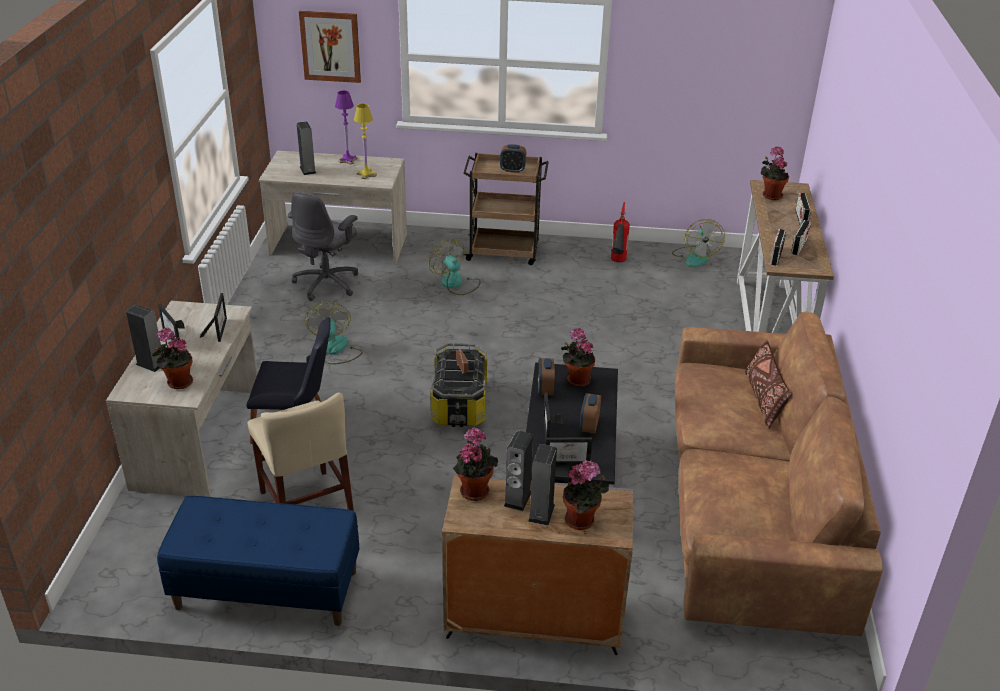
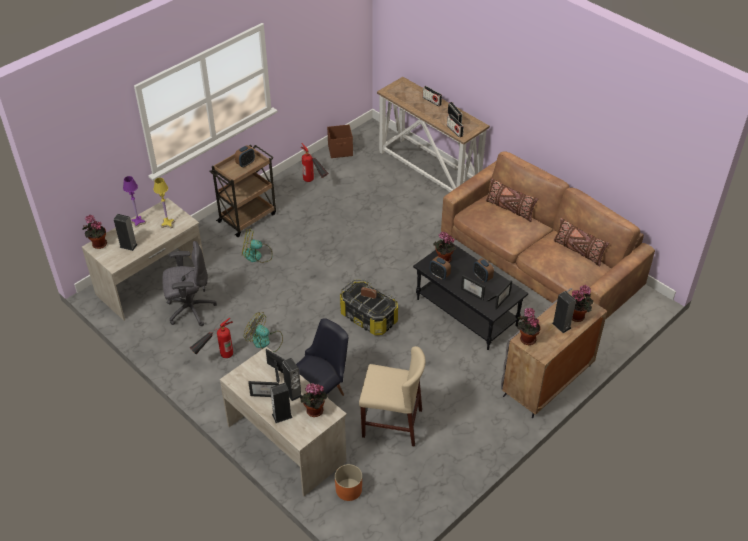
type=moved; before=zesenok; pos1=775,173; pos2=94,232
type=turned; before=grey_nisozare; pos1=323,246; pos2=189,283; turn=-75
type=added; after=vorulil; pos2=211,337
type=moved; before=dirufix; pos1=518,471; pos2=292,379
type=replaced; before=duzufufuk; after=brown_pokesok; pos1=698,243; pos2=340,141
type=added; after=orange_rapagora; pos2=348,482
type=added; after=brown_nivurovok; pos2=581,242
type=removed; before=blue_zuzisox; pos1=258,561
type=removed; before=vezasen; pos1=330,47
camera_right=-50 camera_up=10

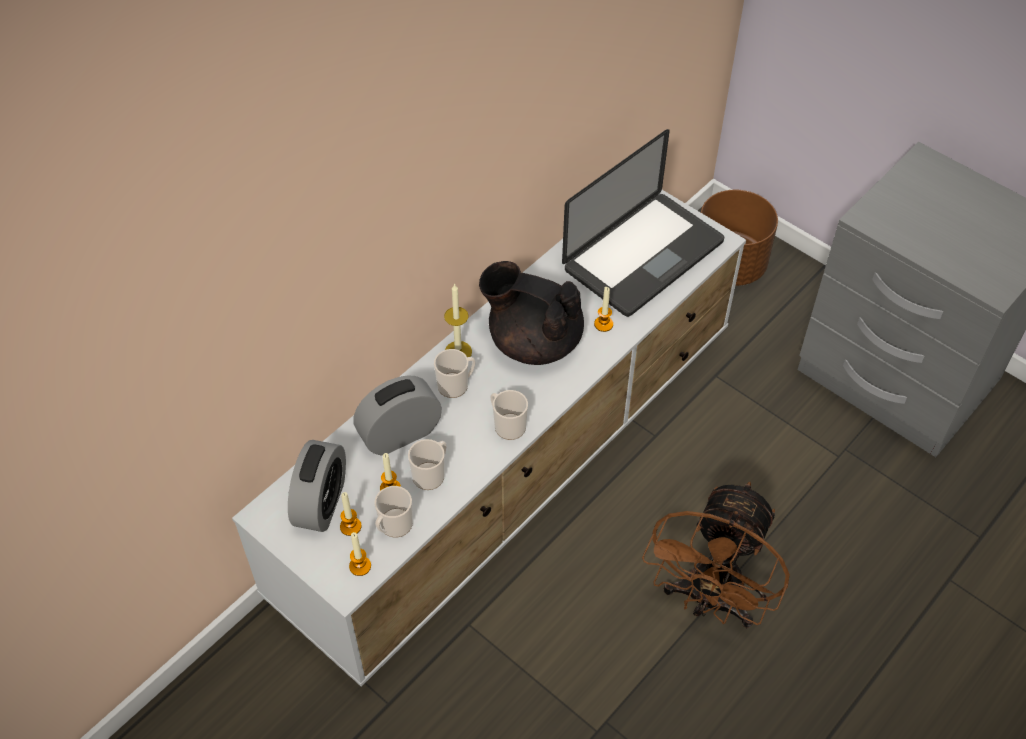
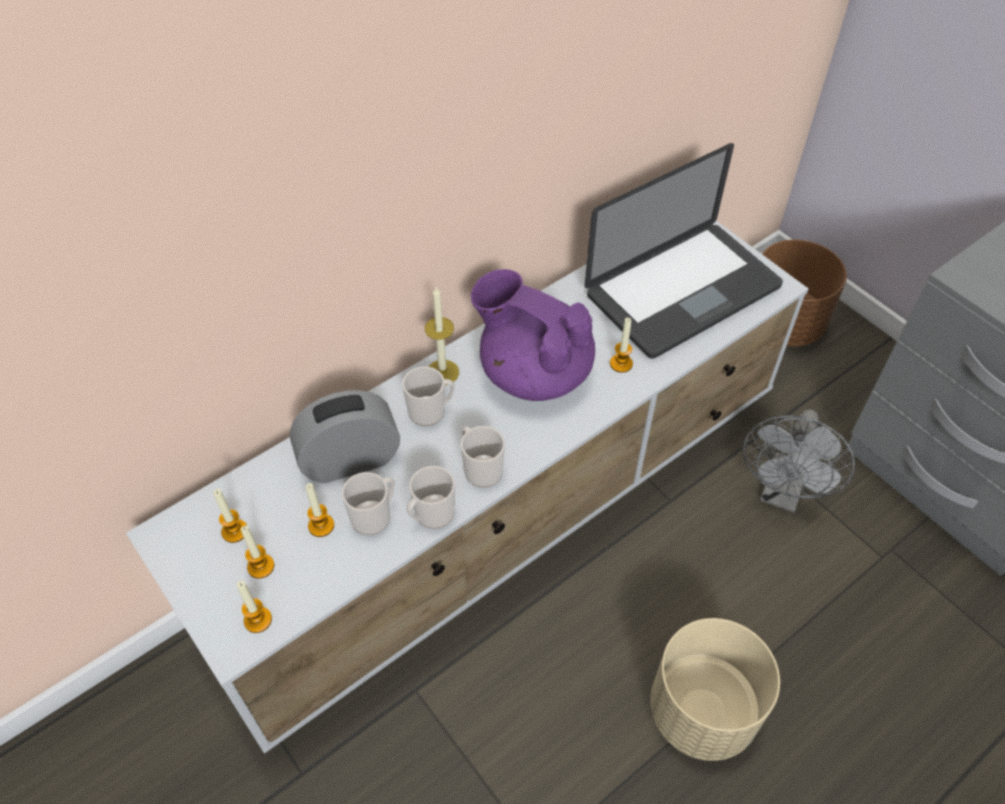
type=replaced; before=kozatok; after=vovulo; pos1=317,486; pos2=230,516
type=moved; before=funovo; pos1=394,512; pos2=431,497
type=recoloured; before=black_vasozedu; after=purple_vasozedu; pos1=531,313; pos2=533,335
type=replaced; before=brown_duzufufuk; after=beige_rapagora; pos1=716,555; pos2=715,689
type=added; after=grey_duzufufuk; pos2=799,460
camera_right=10 camera_up=0

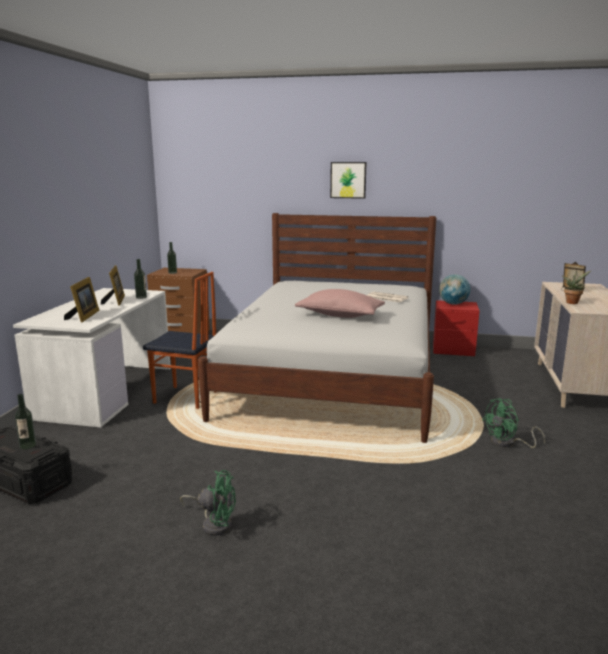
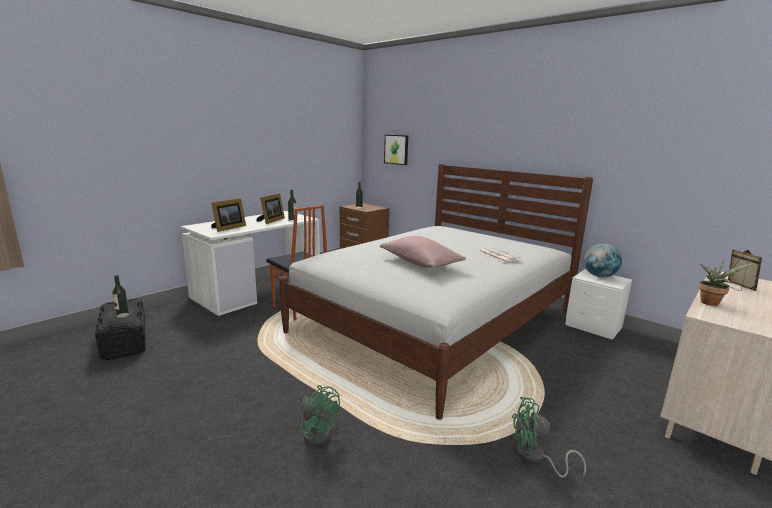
type=moved; before=green_duzufufuk; pos1=208,503; pos2=320,415
type=moved; before=vezasen; pos1=348,180; pos2=396,150
type=recoloured; before=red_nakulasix; after=white_nakulasix; pos1=456,328; pos2=598,304
camera_right=30 camera_up=0

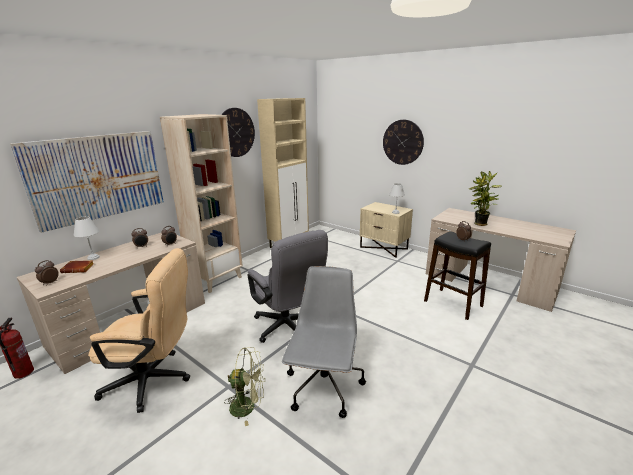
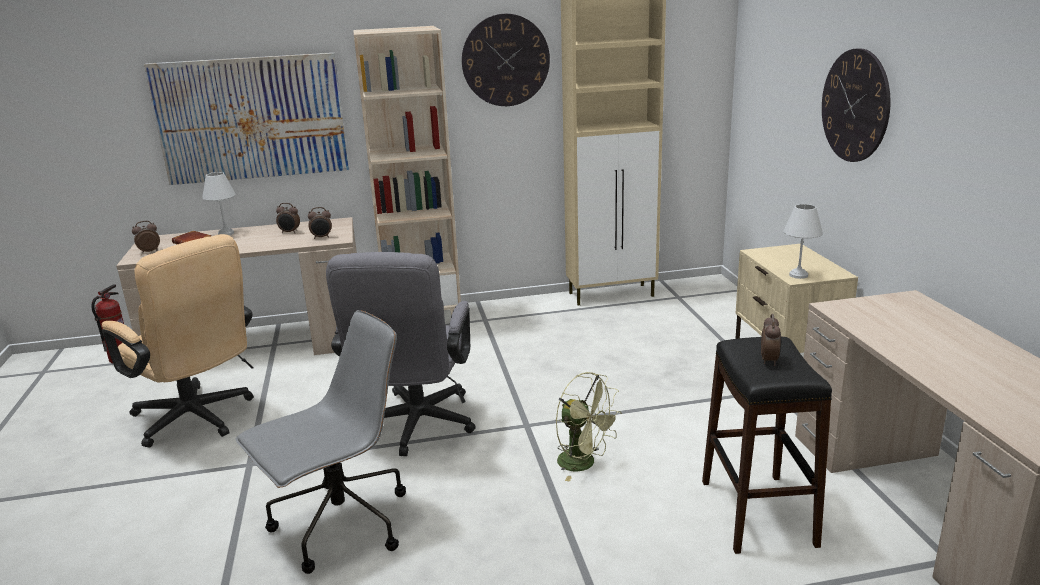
type=moved; before=green_duzufufuk; pos1=244,386; pos2=589,427
type=removed; before=zesenok; pos1=485,198
camera_right=40 camera_up=0

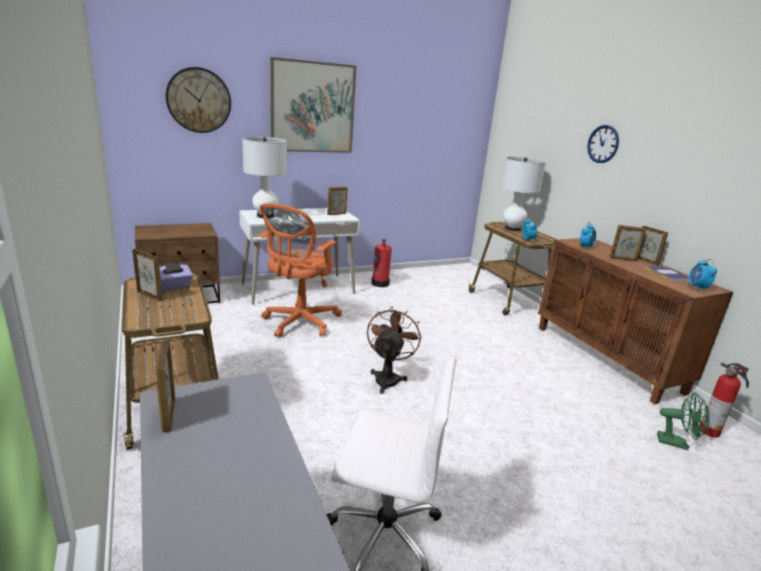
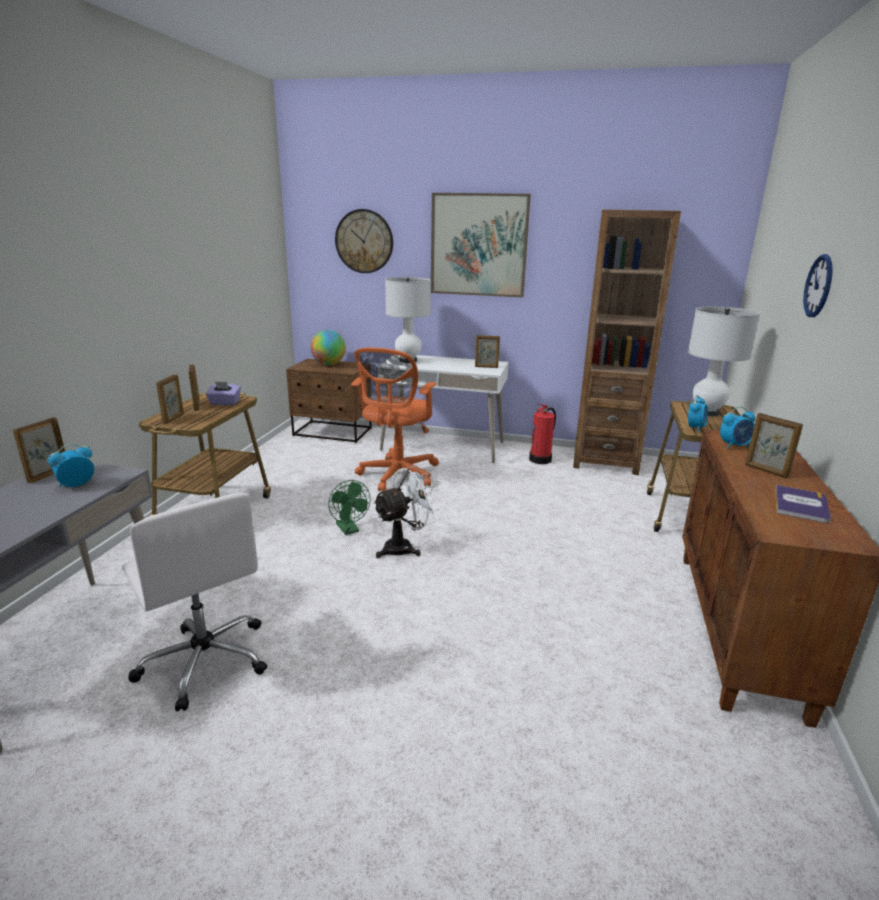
type=moved; before=kozatok; pos1=703,275; pos2=71,465
type=moved; before=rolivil; pos1=653,246; pos2=170,399
type=added; after=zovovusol; pos2=328,347
type=moved; before=green_duzufufuk; pos1=683,421; pos2=349,507
type=turned; before=orange_nisozare; pos1=300,270; pos2=395,419; turn=-45
type=recoloured; before=brown_duzufufuk; after=white_duzufufuk; pos1=394,350; pos2=406,512
type=added; after=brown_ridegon; pos2=627,342
type=removed; before=vorulil; pos1=724,400
camera_right=40 camera_up=0

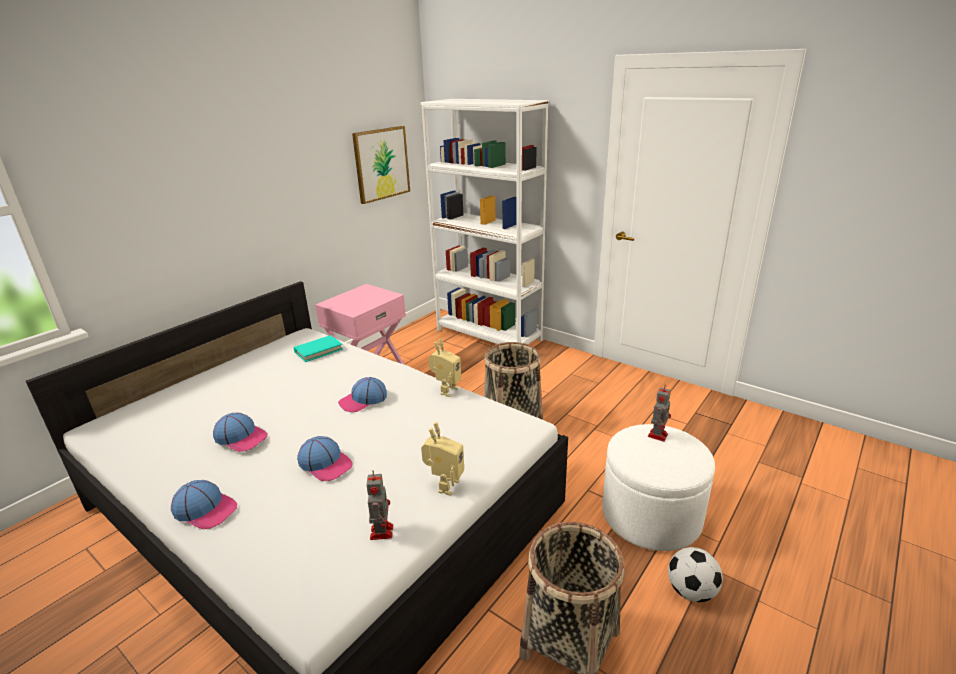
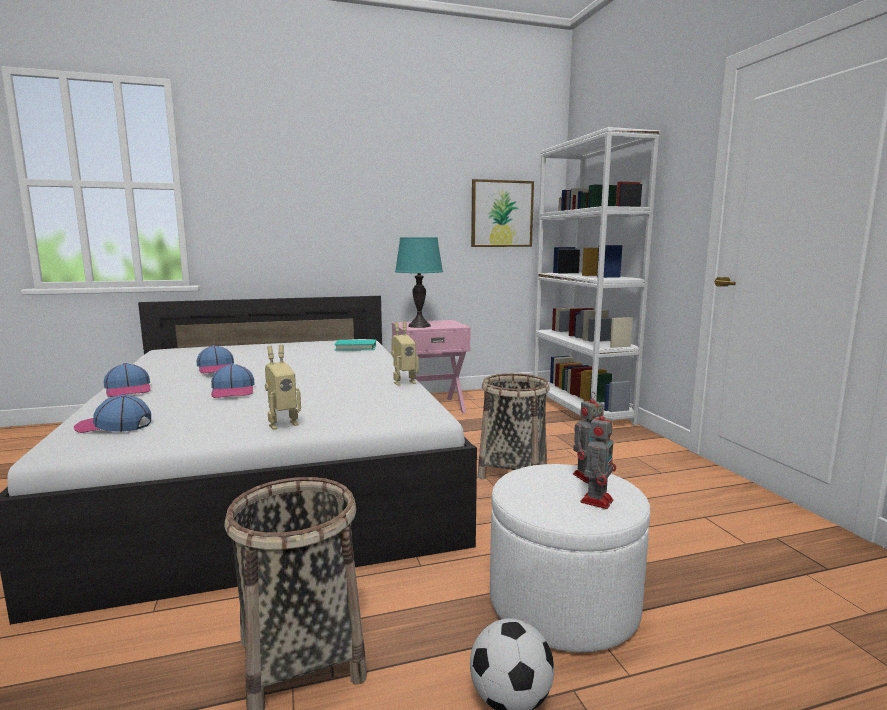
type=moved; before=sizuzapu; pos1=362,394; pos2=112,414
type=added; after=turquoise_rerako; pos2=419,282
type=moved; before=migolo; pos1=379,505; pos2=598,458
camera_right=35 camera_up=-15

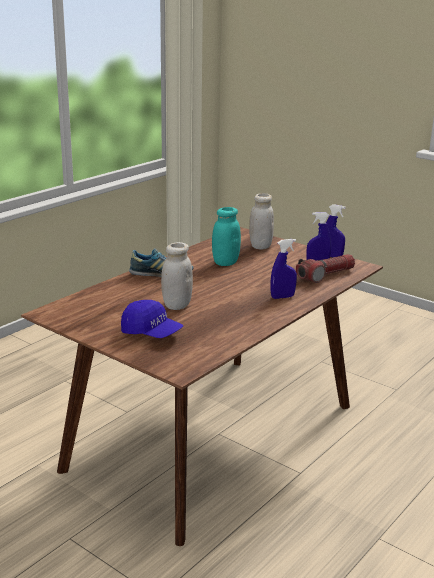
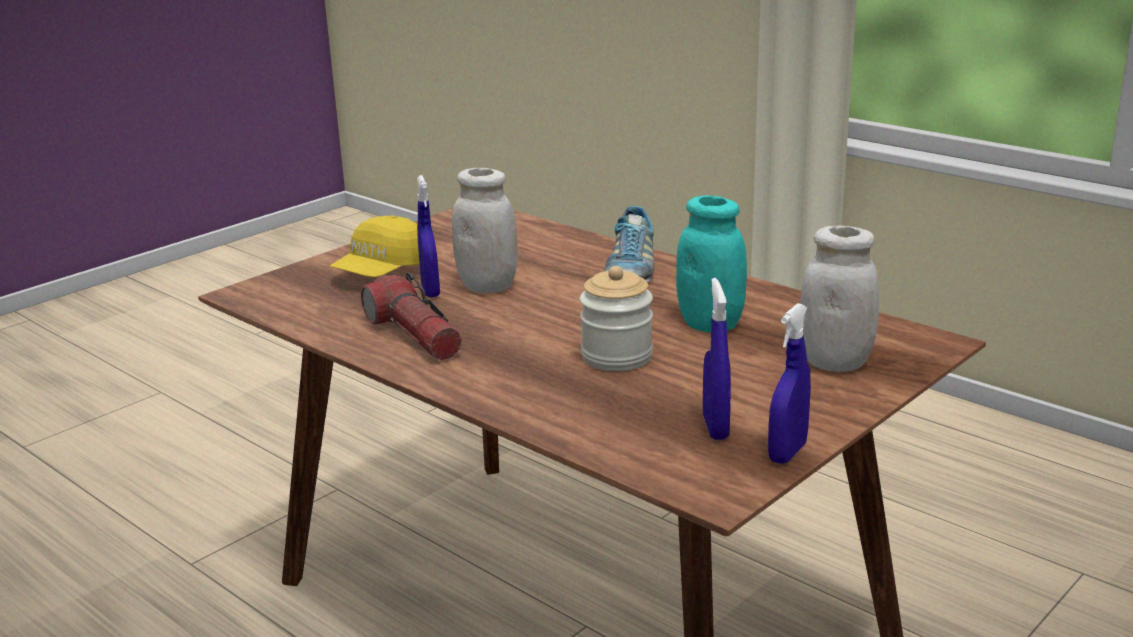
type=recoloured; before=blue_sizuzapu; after=yellow_sizuzapu; pos1=152,319; pos2=374,246
type=moved; before=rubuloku; pos1=325,268; pos2=411,316
type=moved; before=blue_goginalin; pos1=284,269; pos2=428,236
type=added; after=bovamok; pos2=616,318
camera_right=95 camera_up=0

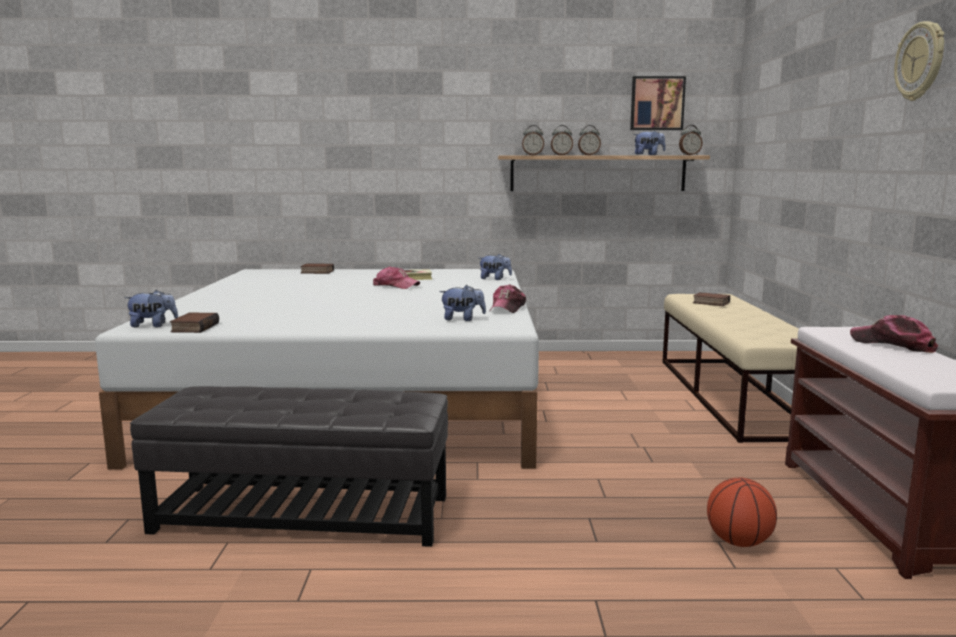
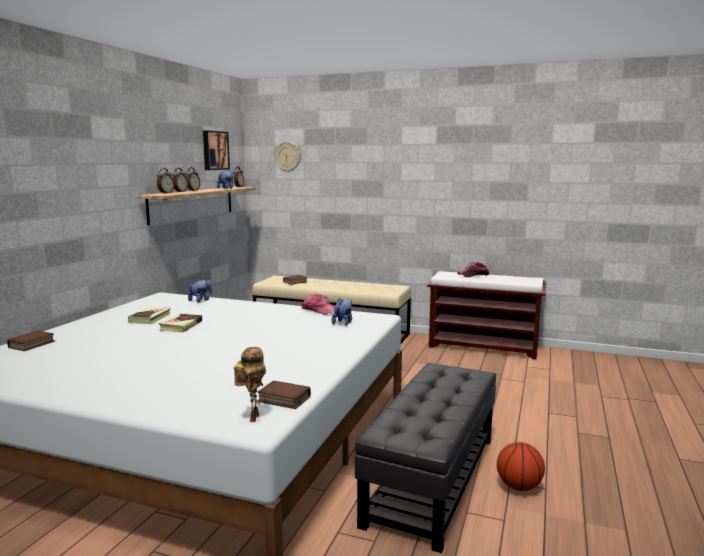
type=replaced; before=sizuzapu; after=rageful; pos1=396,277; pos2=180,323
type=replaced; before=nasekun; after=migolo; pos1=151,308; pos2=250,384
type=moved; before=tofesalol; pos1=919,61; pos2=287,156
type=moved; before=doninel; pos1=742,512; pos2=521,466
camera_right=-70 camera_up=0

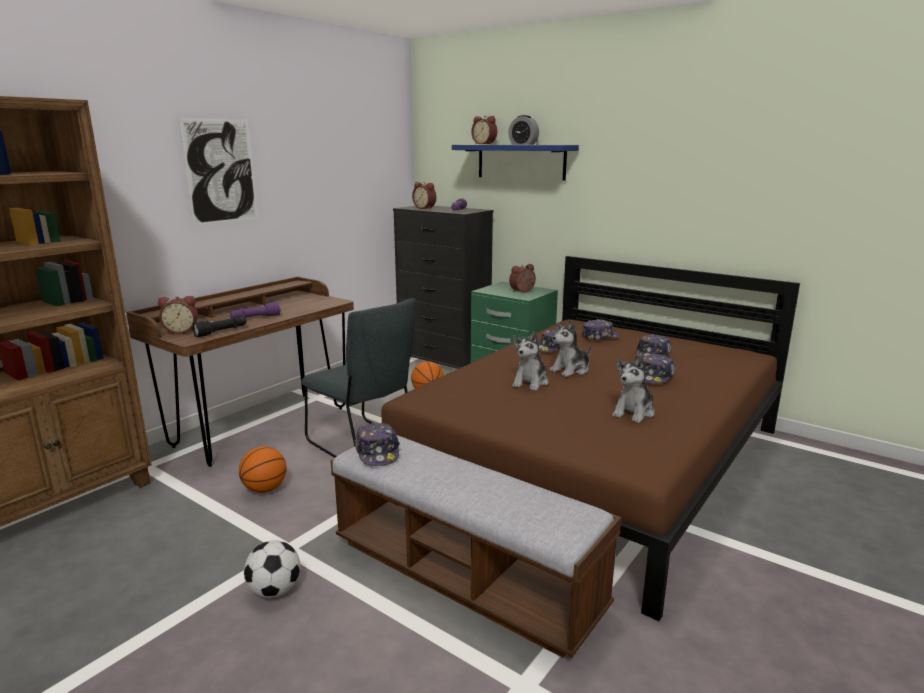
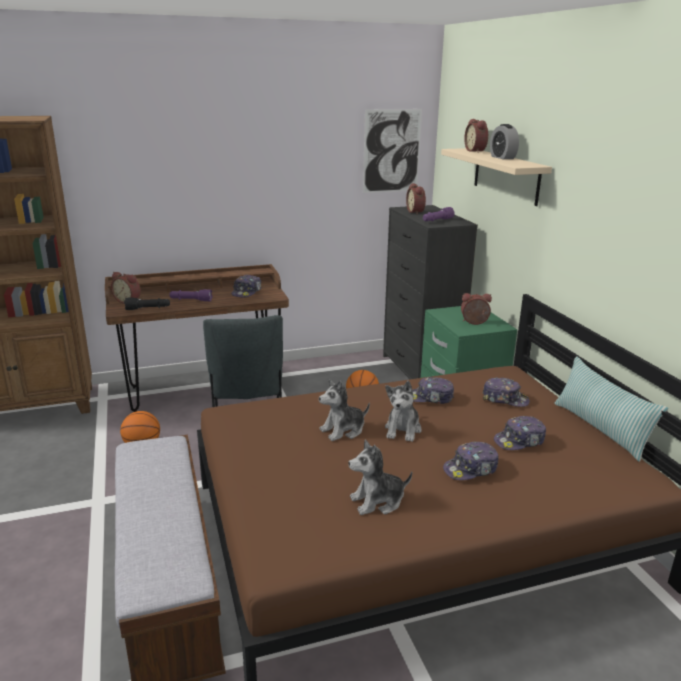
type=moved; before=sizuzapu; pos1=377,444; pos2=246,285
type=moved; before=vezasen; pos1=218,172; pos2=392,151
type=turned; before=nasekun; pos1=570,349; pos2=403,411; turn=-75
type=recoloured; before=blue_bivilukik; after=beige_bivilukik; pos1=515,163; pos2=496,177
type=added; after=nivurovok; pos2=611,409
type=removed; before=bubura; pos1=272,569
camera_right=35 camera_up=5

